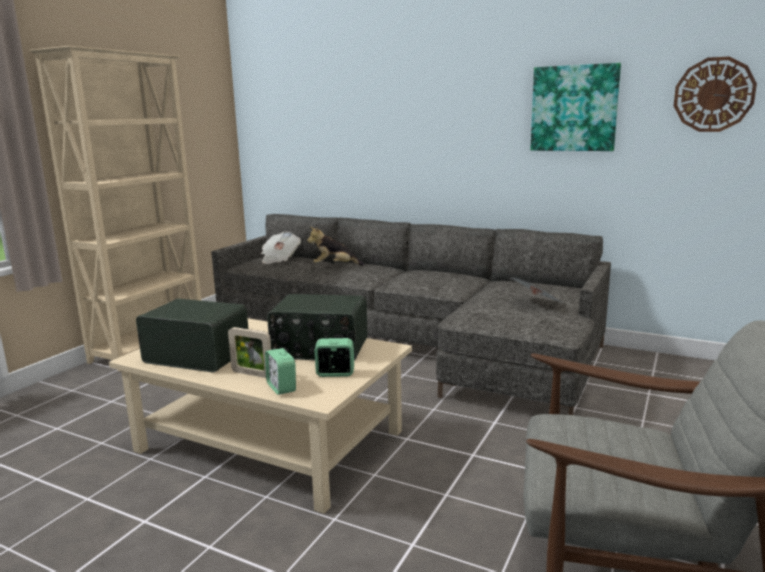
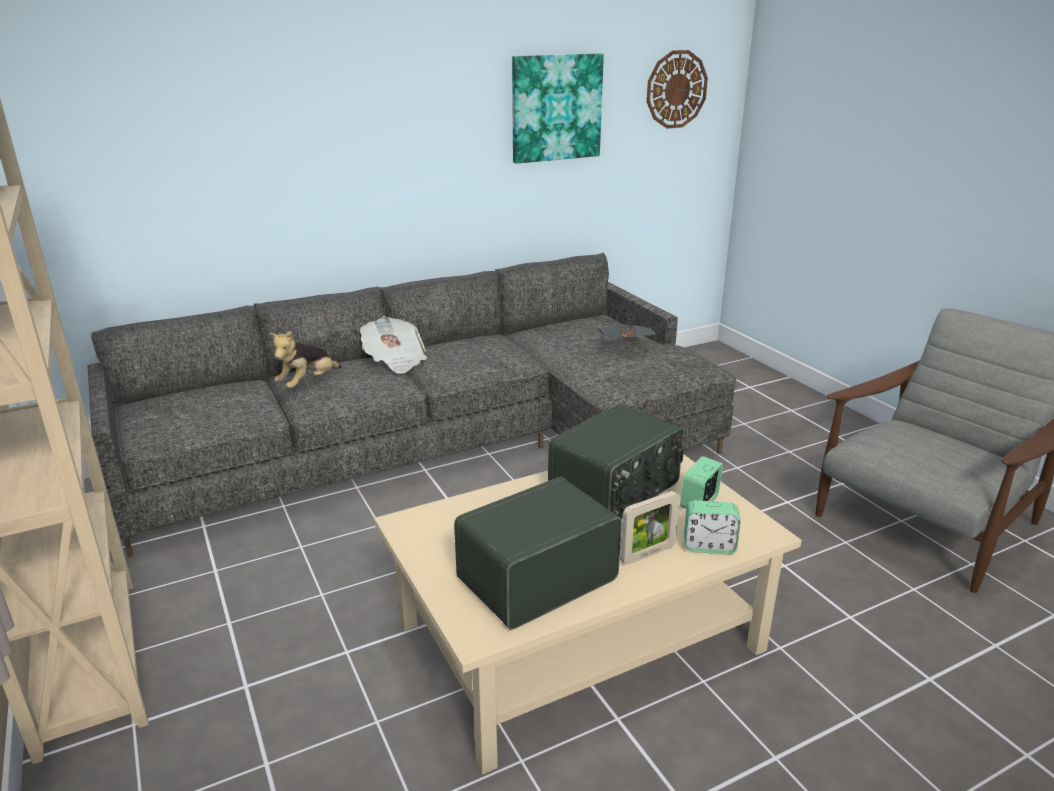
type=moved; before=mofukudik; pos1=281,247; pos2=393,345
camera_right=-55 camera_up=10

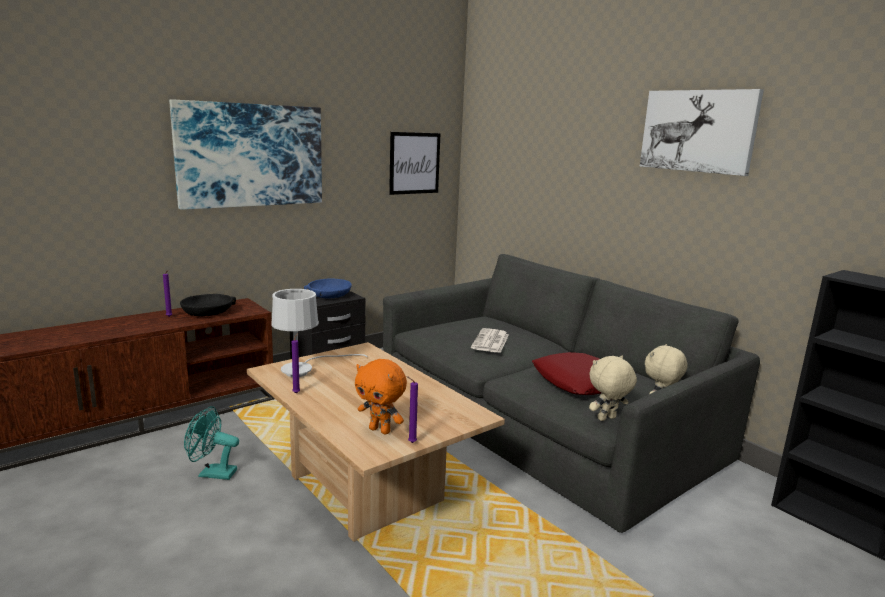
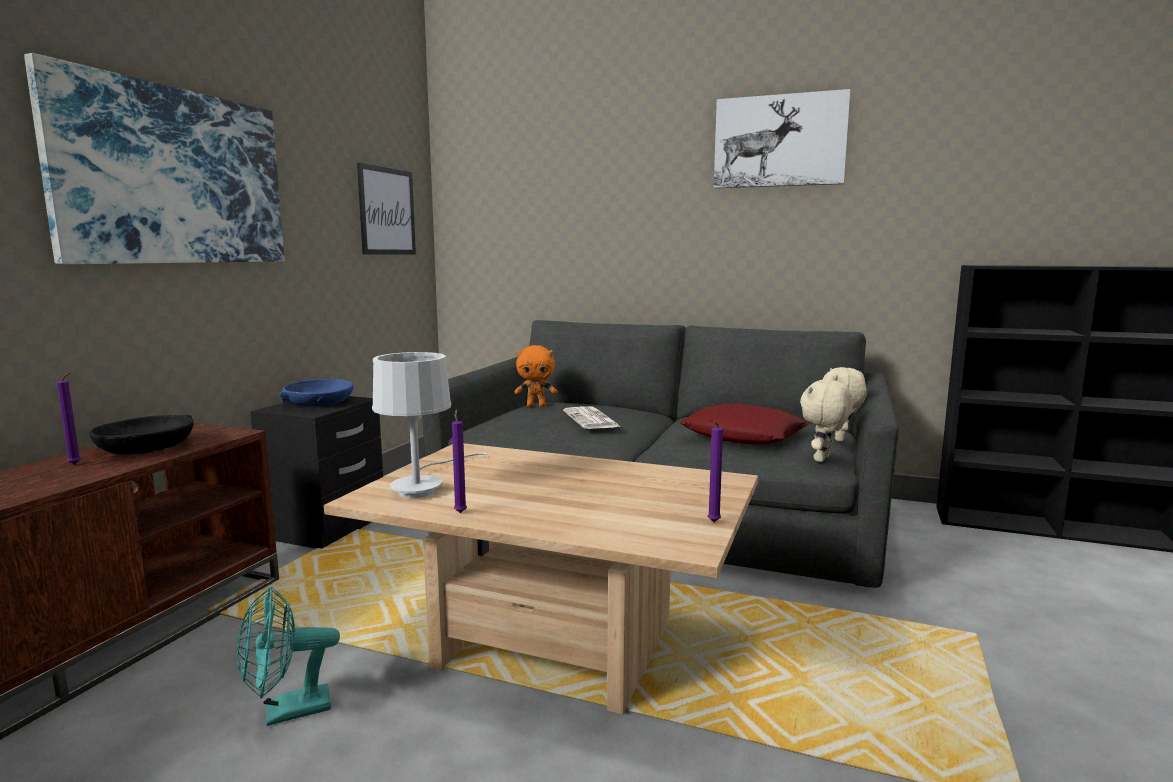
type=moved; before=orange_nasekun; pos1=381,397; pos2=536,376
camera_right=-30 camera_up=-5

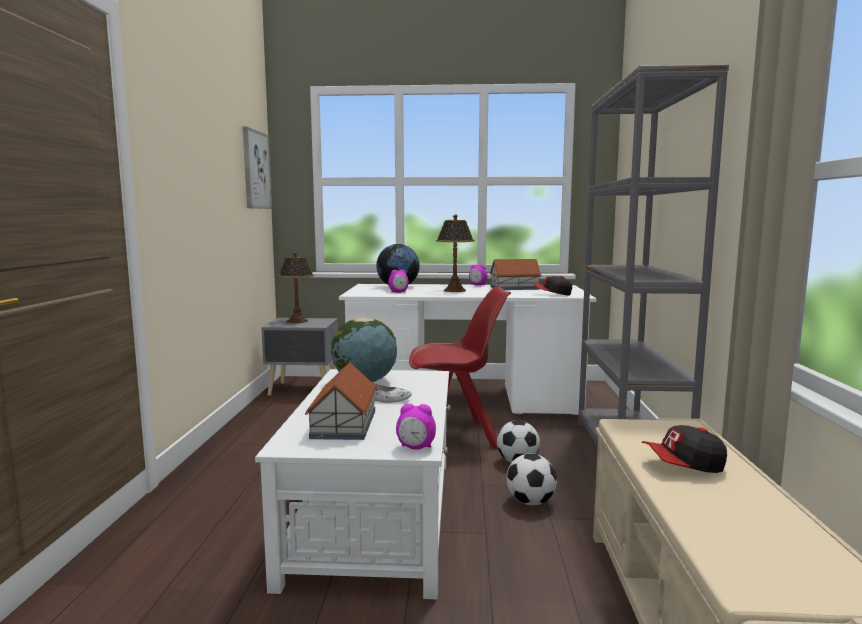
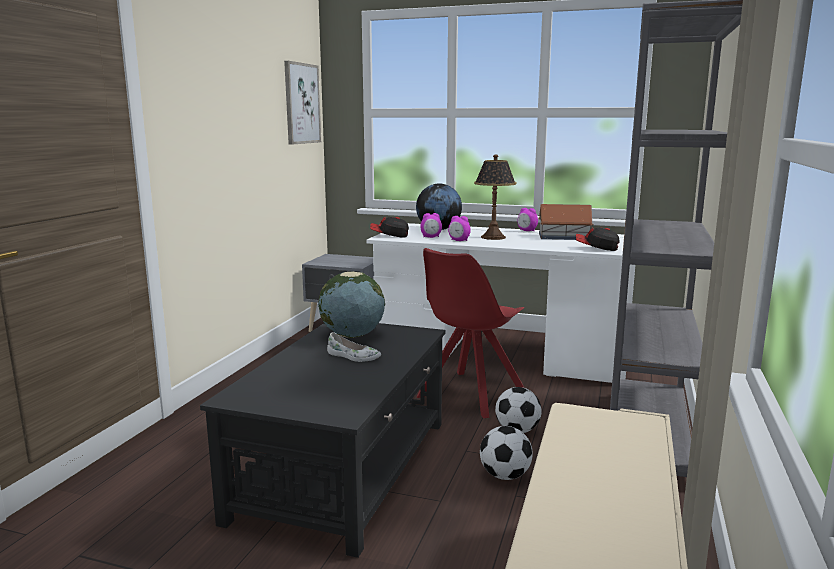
type=recoloured; before=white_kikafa; after=black_kikafa; pos1=353,484; pos2=323,440
type=moved; before=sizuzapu; pos1=684,449; pos2=389,227
type=turned; before=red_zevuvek; pos1=460,368; pos2=470,333; turn=120
type=moved; before=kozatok; pos1=416,426; pos2=459,228
type=removed; before=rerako; pos1=296,287
type=removed; before=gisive; pos1=341,401
camera_right=15 camera_up=5

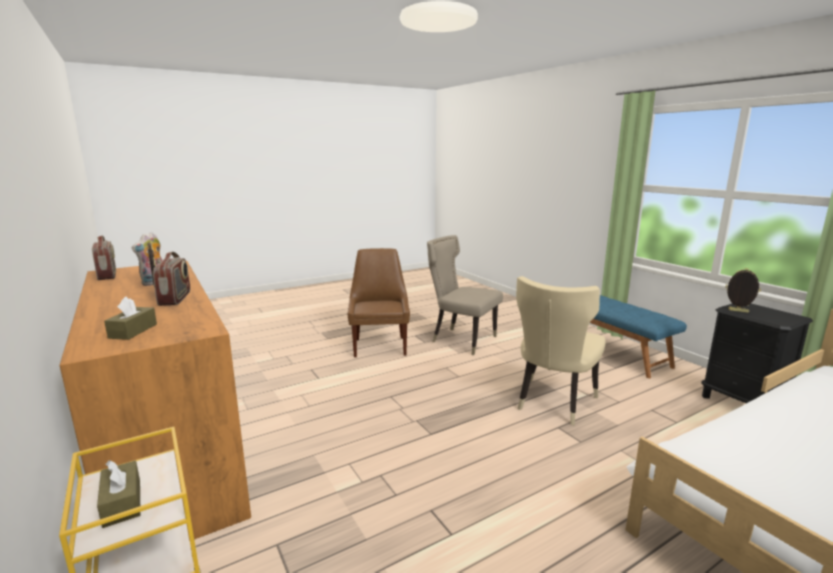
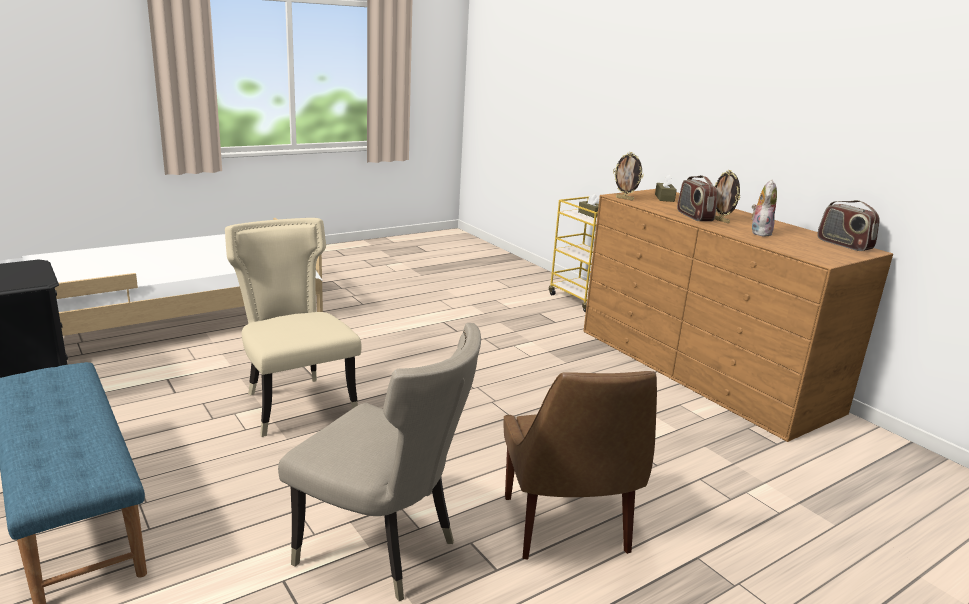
type=turned; before=beige_zevuvek; pos1=561,350; pos2=293,327; turn=-60
type=moved; before=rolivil; pos1=743,290; pos2=628,176
camera_right=175 camera_up=5

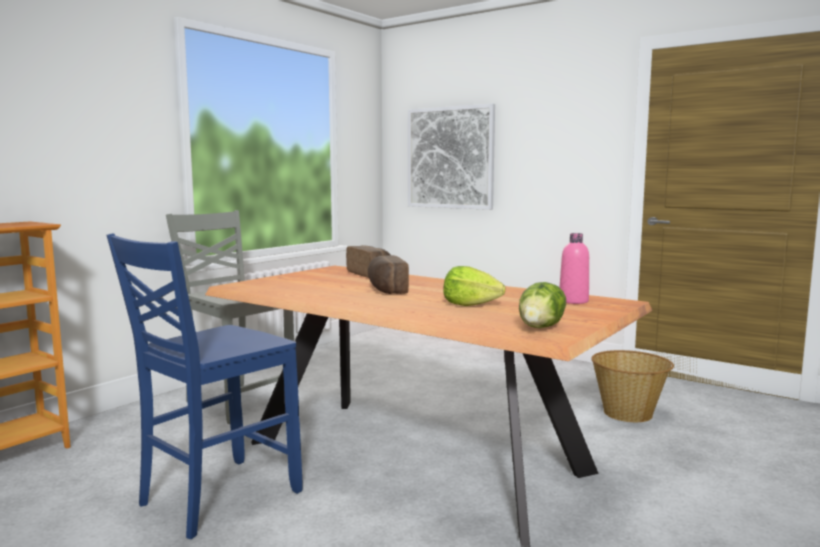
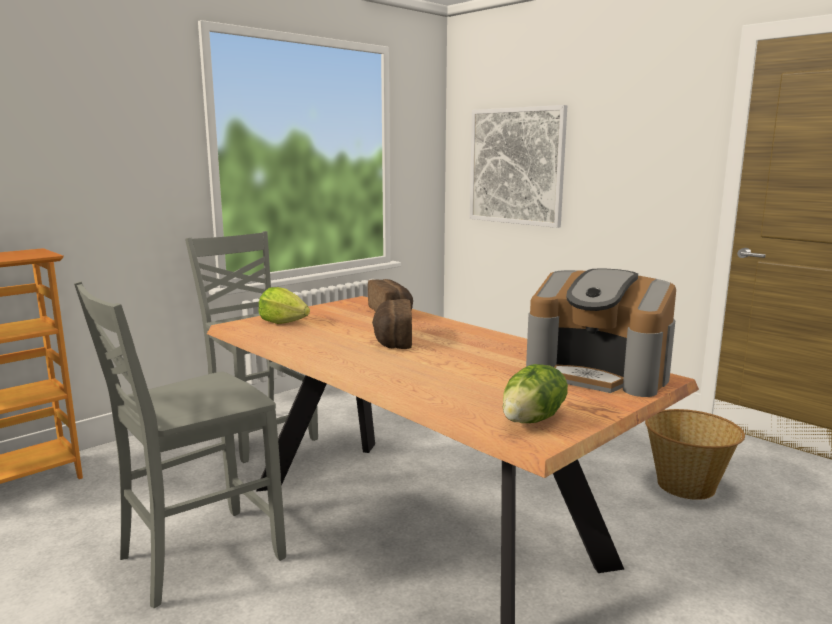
type=recoloured; before=blue_zevuvek; after=grey_zevuvek; pos1=205,386; pos2=180,444
type=moved; before=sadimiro; pos1=474,286; pos2=284,305
type=replaced; before=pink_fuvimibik; after=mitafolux; pos1=574,268; pos2=601,332
camera_right=10 camera_up=5

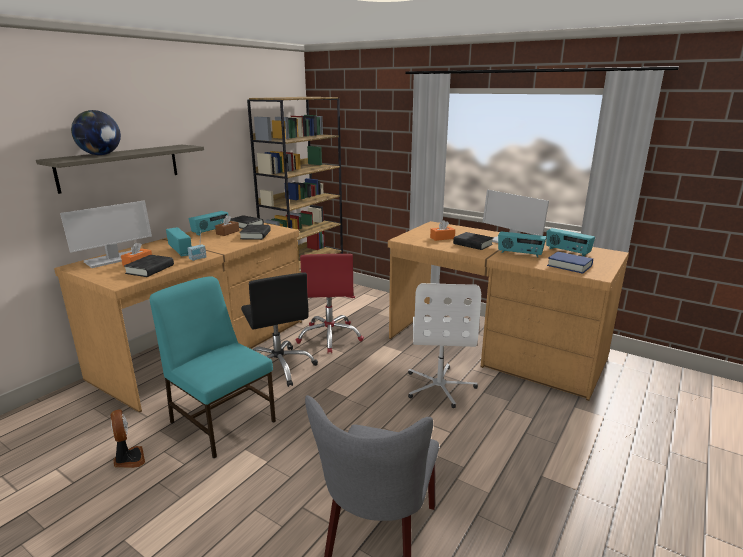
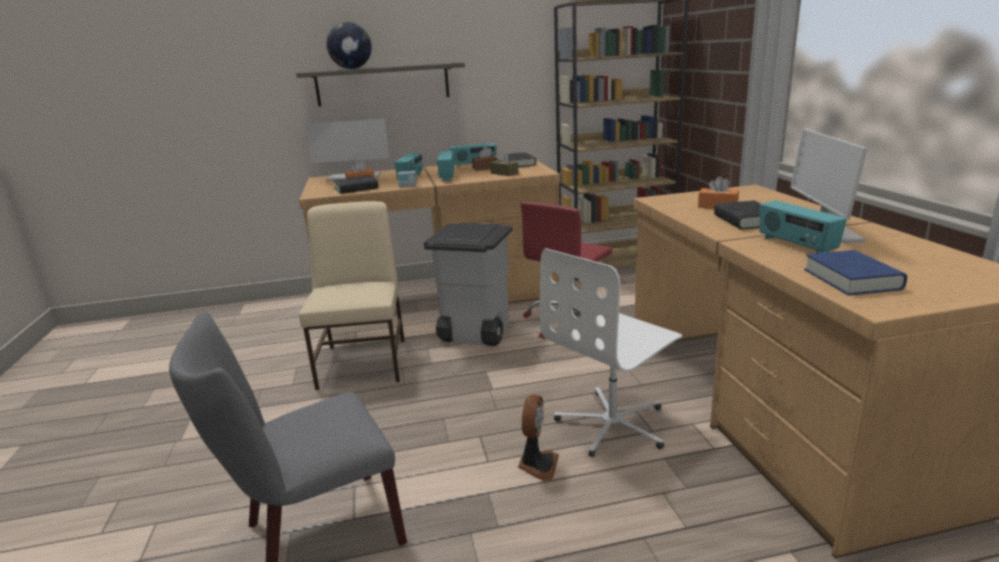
type=recoloured; before=turquoise_zevuvek; after=beige_zevuvek; pos1=213,367; pos2=352,295
type=replaced; before=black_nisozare; after=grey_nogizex; pos1=279,329; pos2=468,284
type=moved; before=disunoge; pos1=570,242; pos2=445,166
type=replaced; before=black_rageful; after=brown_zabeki; pos1=255,232; pos2=504,163
type=moved; before=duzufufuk; pos1=128,438; pos2=538,438
camera_right=45 camera_up=0

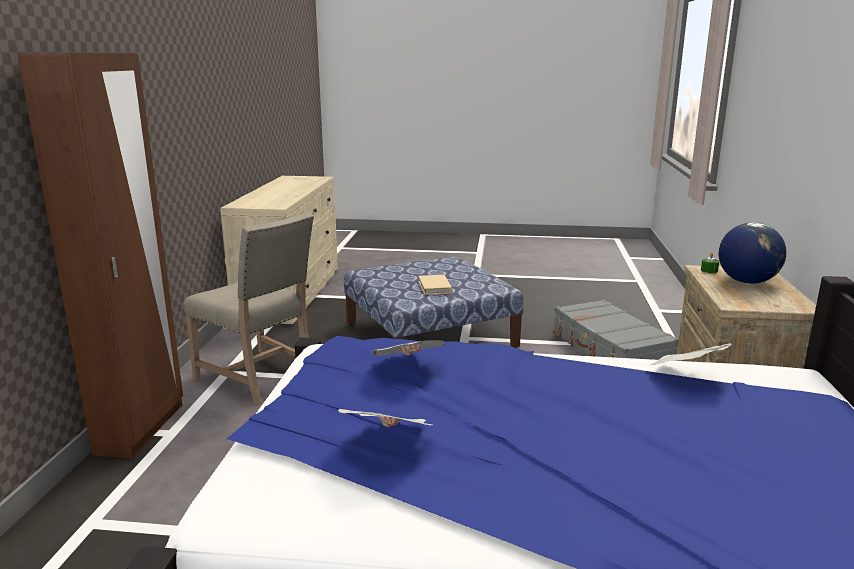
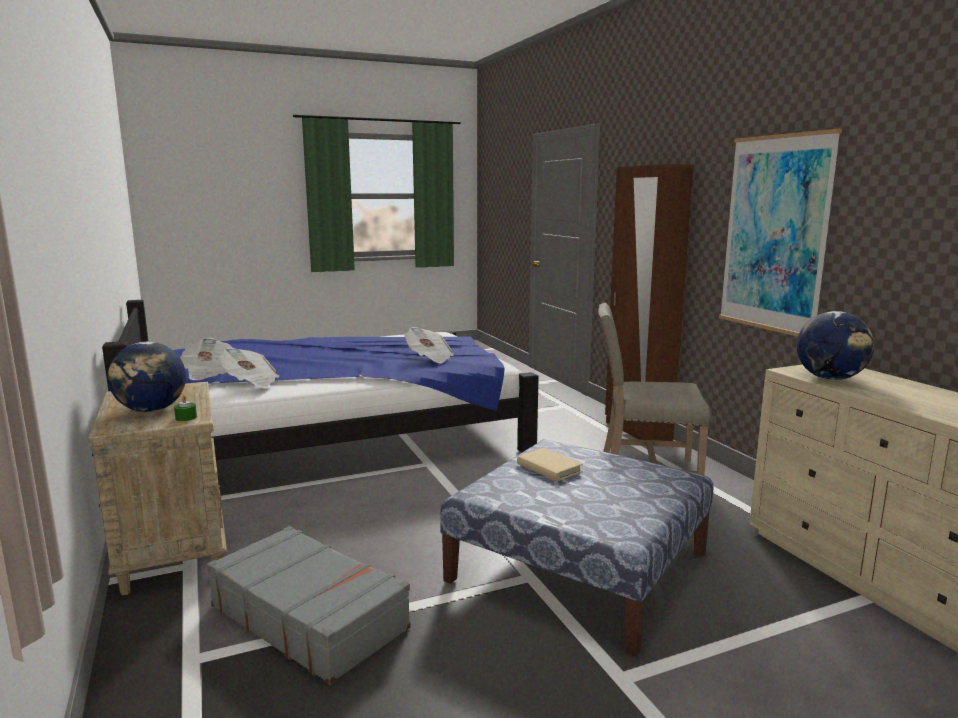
type=moved; before=mofukudik; pos1=385,418; pos2=206,359
type=added; after=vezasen; pos2=780,233
type=added; after=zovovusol; pos2=835,345
camera_right=150 camera_up=-5

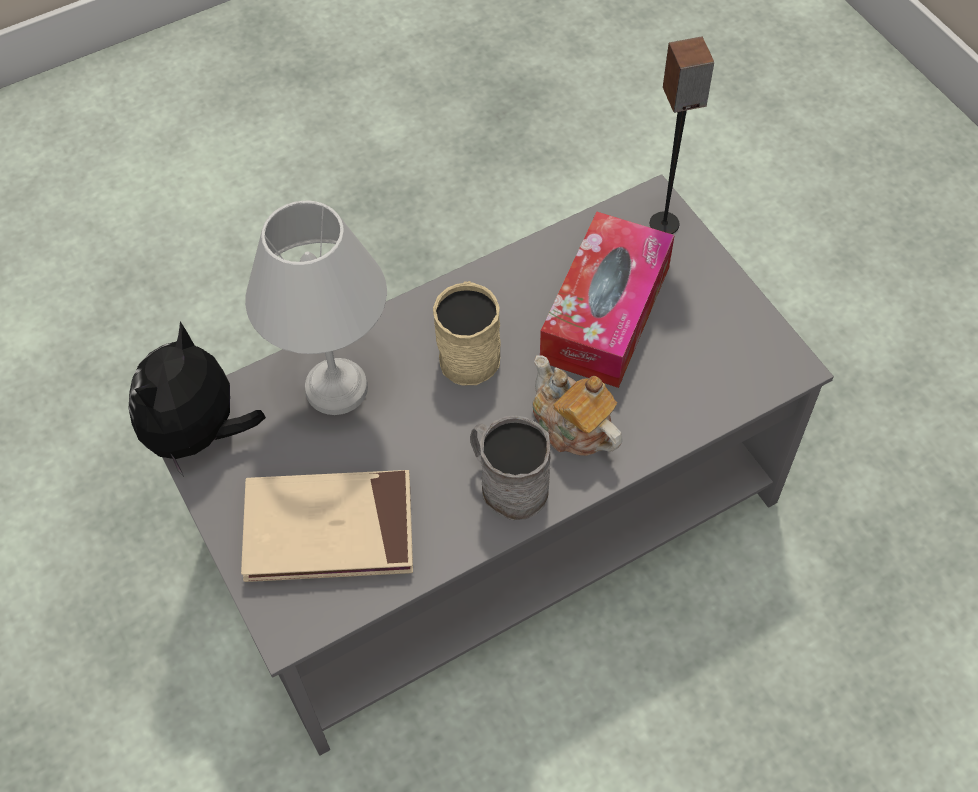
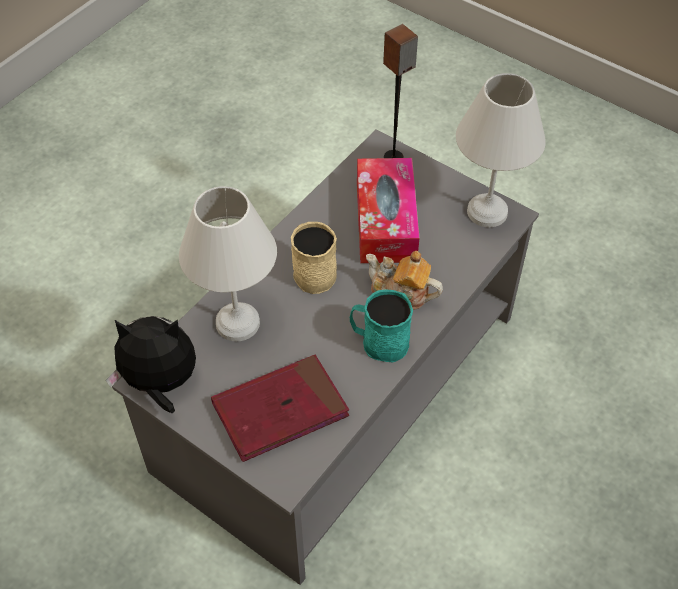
type=turned; before=nasekun; pos1=197,398; pos2=151,364; turn=90
type=recoloured; before=beige_rageful; after=red_rageful; pos1=327,526; pos2=280,408
type=recoloured; before=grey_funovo; after=turquoise_funovo; pos1=510,467; pos2=381,326
type=added; after=white_rerako; pos2=501,150
camera_right=-25 camera_up=-5

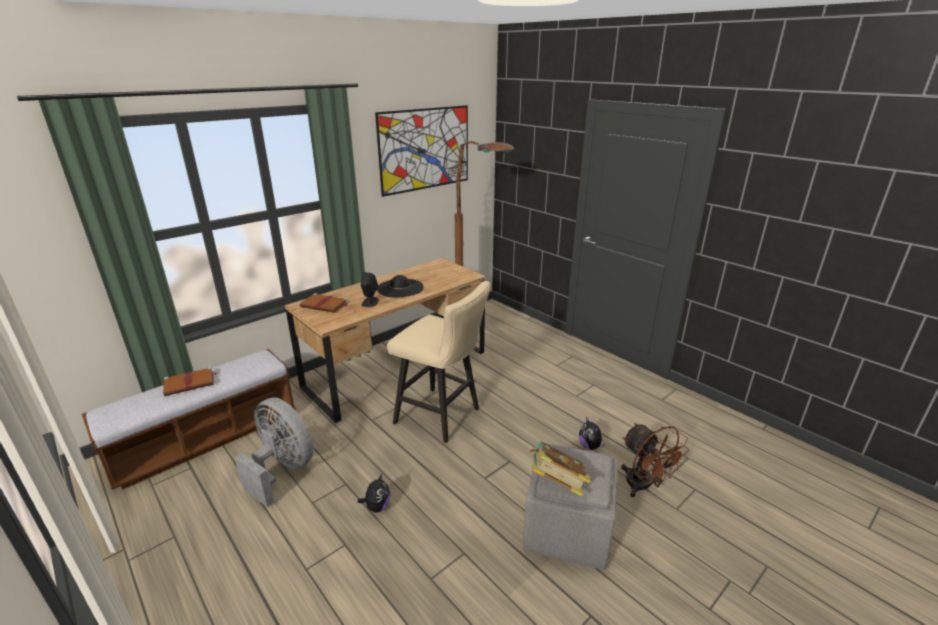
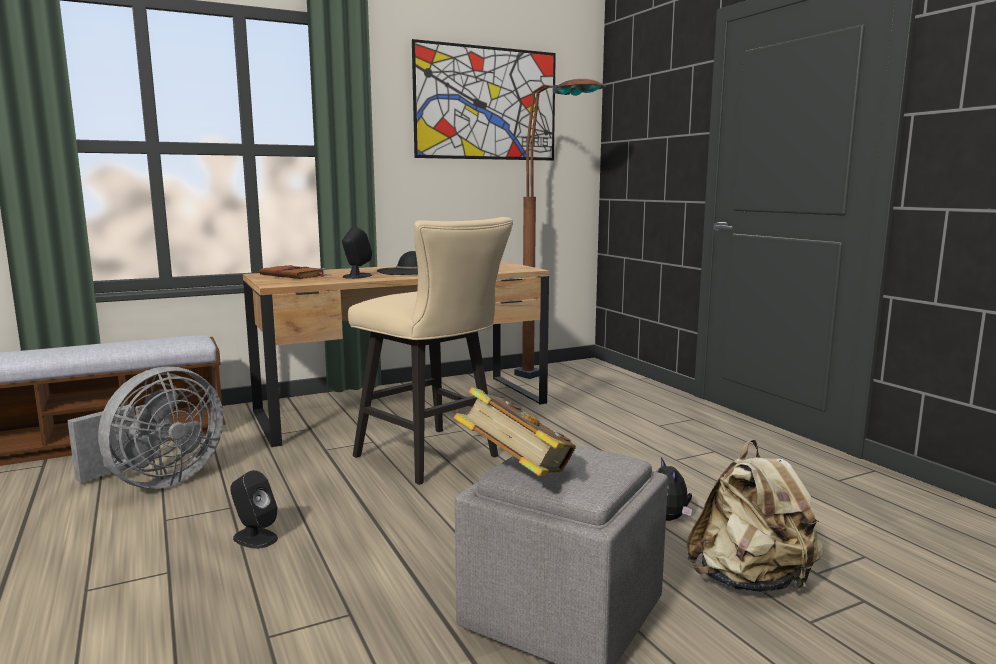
type=turned; before=grey_duzufufuk; pos1=274,452; pos2=145,428; turn=75
type=replaced; before=nasekun; after=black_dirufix; pos1=373,493; pos2=254,509
type=replaced; before=brown_duzufufuk; after=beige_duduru; pos1=655,460; pos2=754,515
type=removed; before=brown_rageful; pos1=189,381
camera_right=15 camera_up=-15

